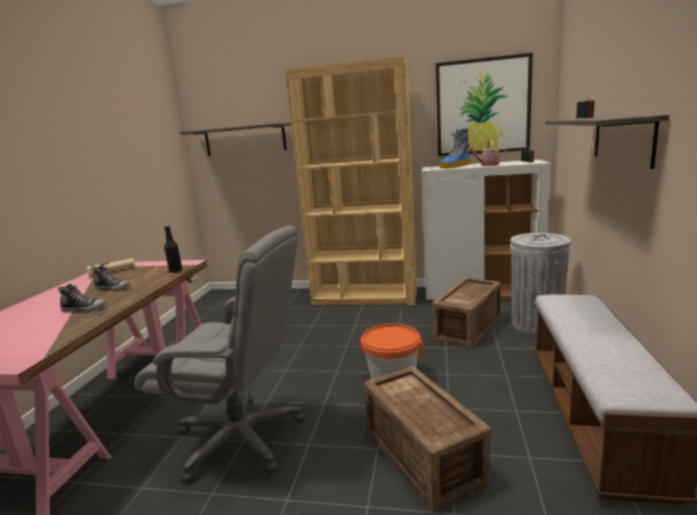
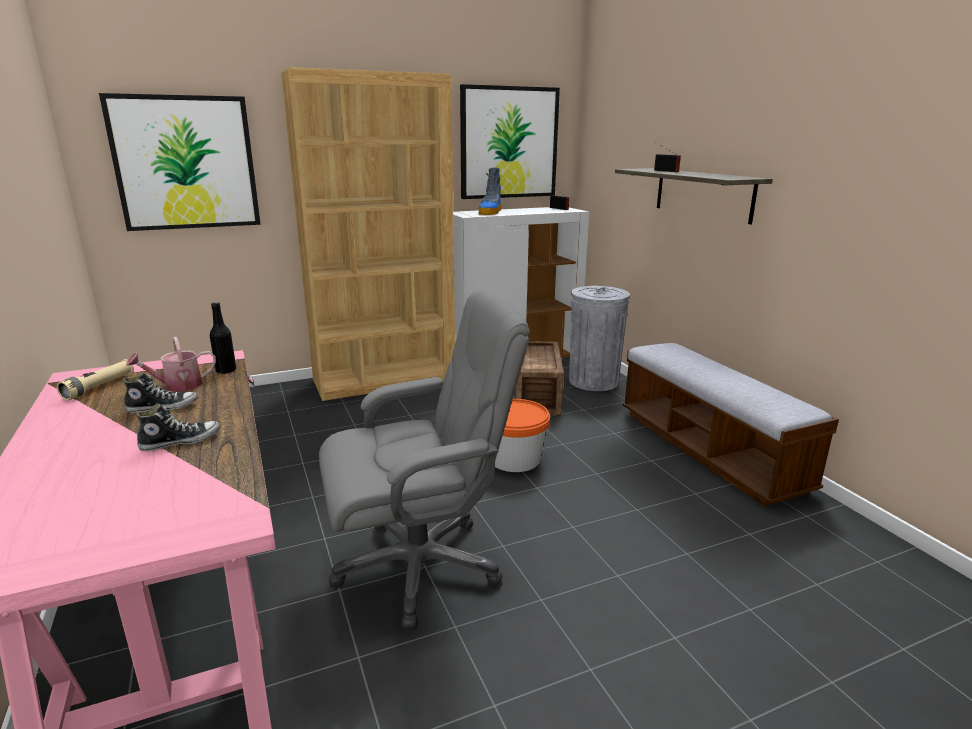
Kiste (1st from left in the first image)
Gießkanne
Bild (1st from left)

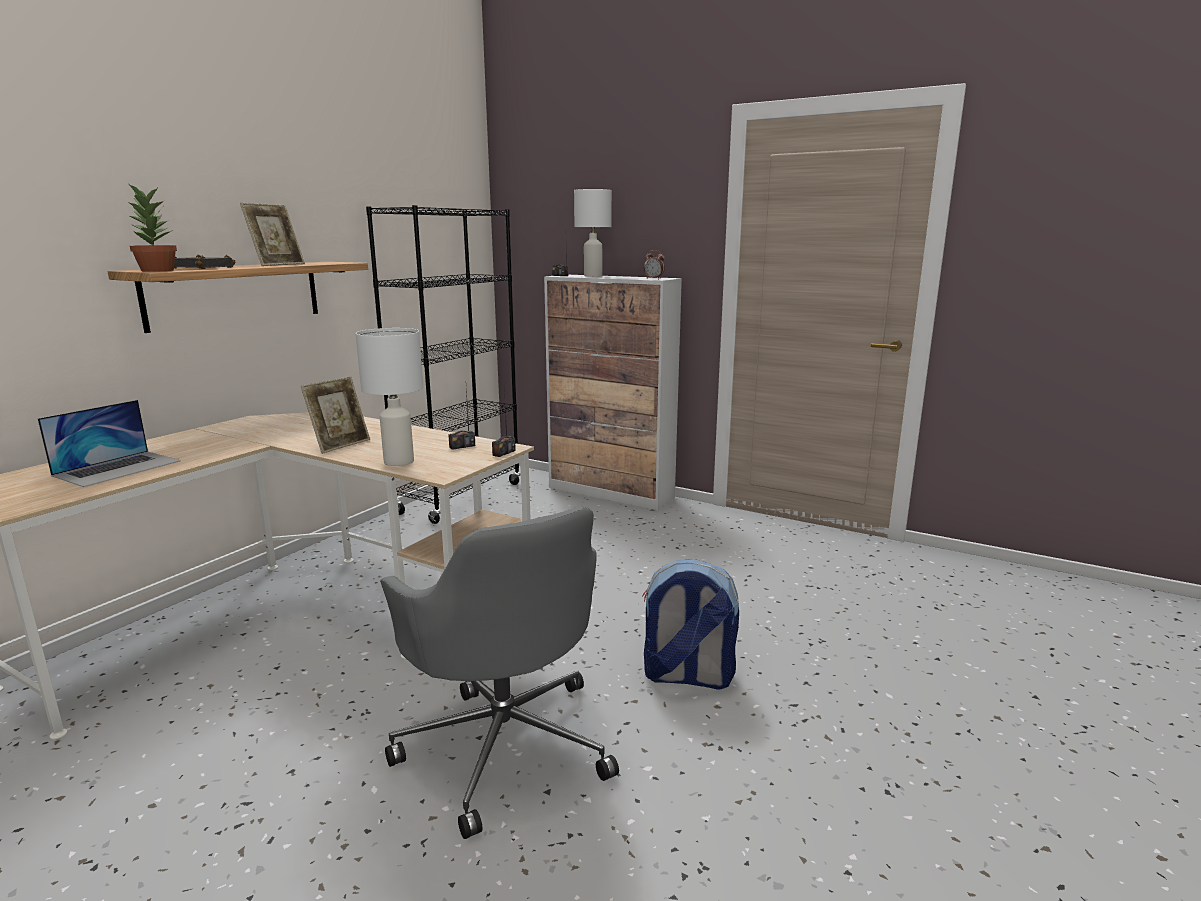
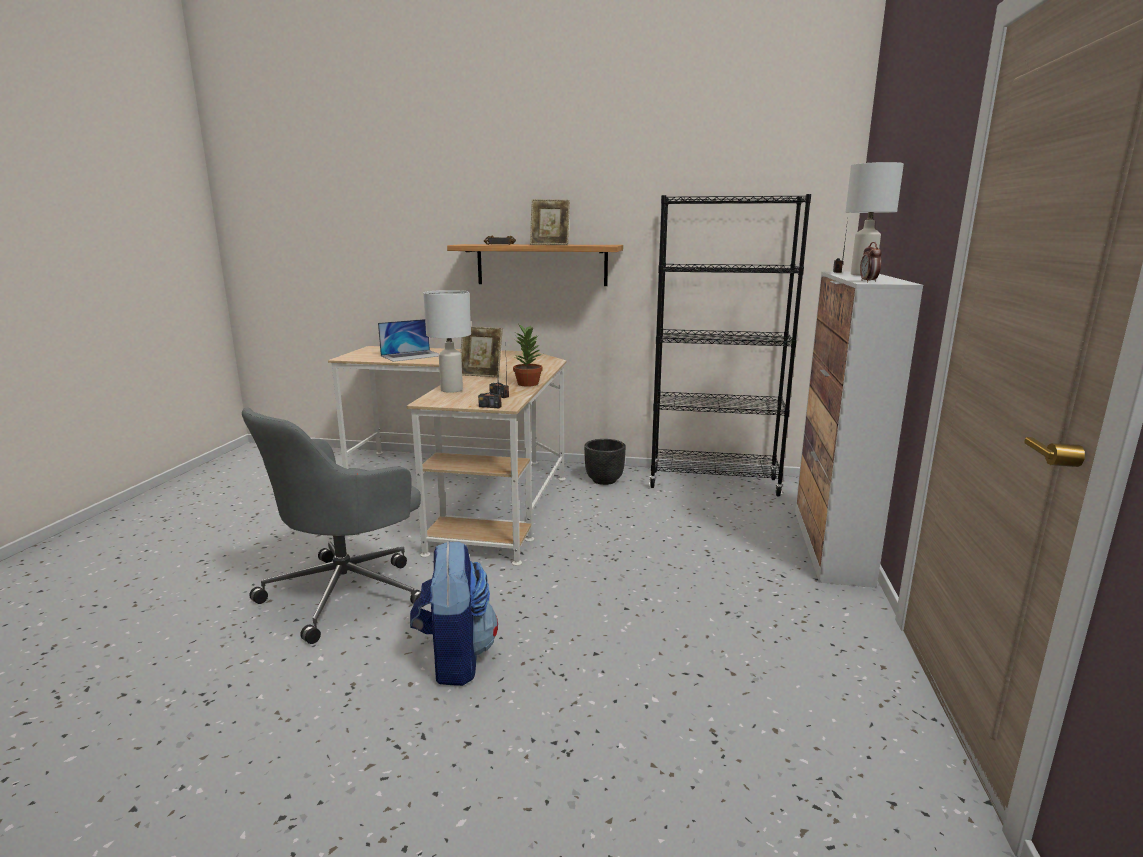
Pflanzkübel [schwarz]
Topfpflanze
Laptop

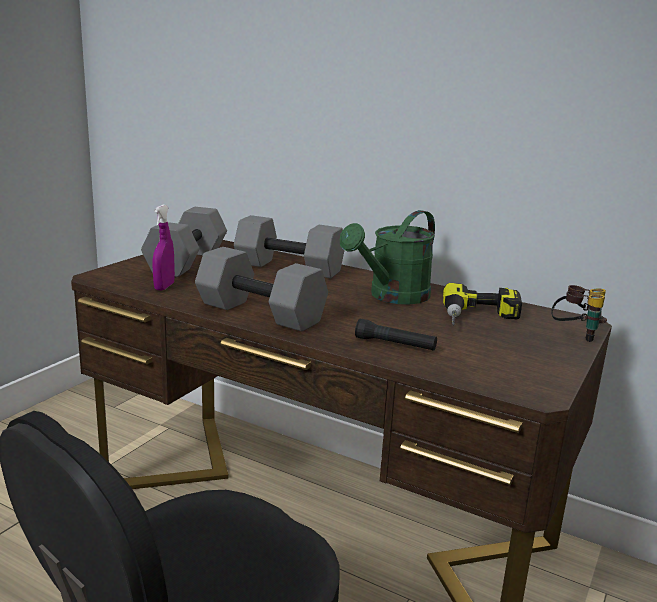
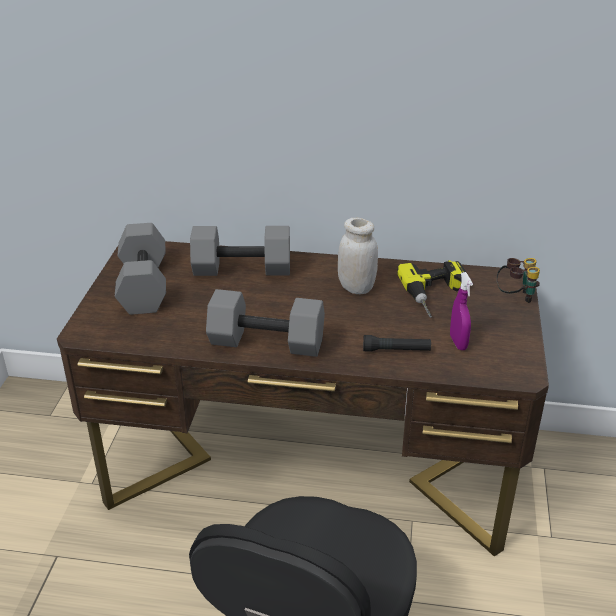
Sprühflasche [lila]
Vorratsglas [weiß]

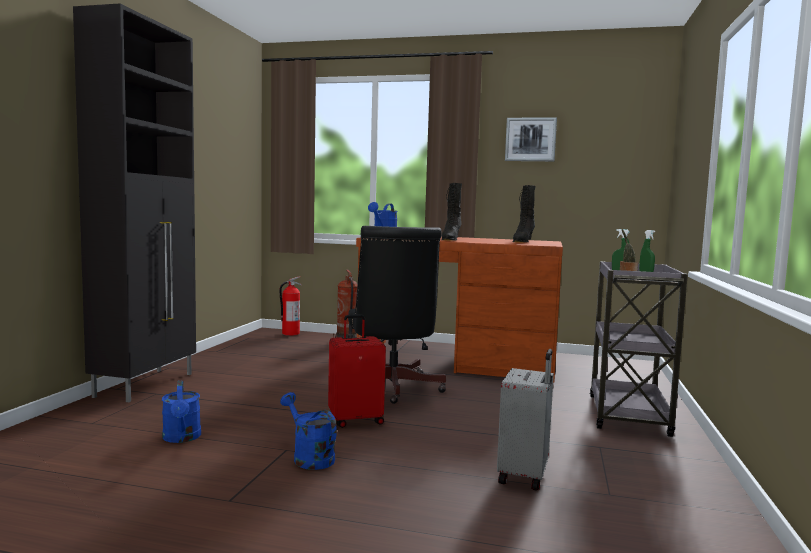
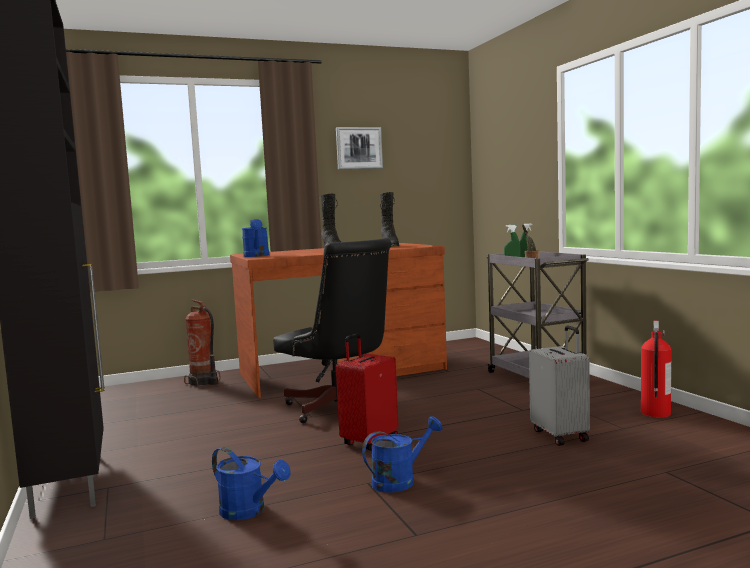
Feuerlöscher (2nd from left)
Gießkanne [blau] (3rd from left)

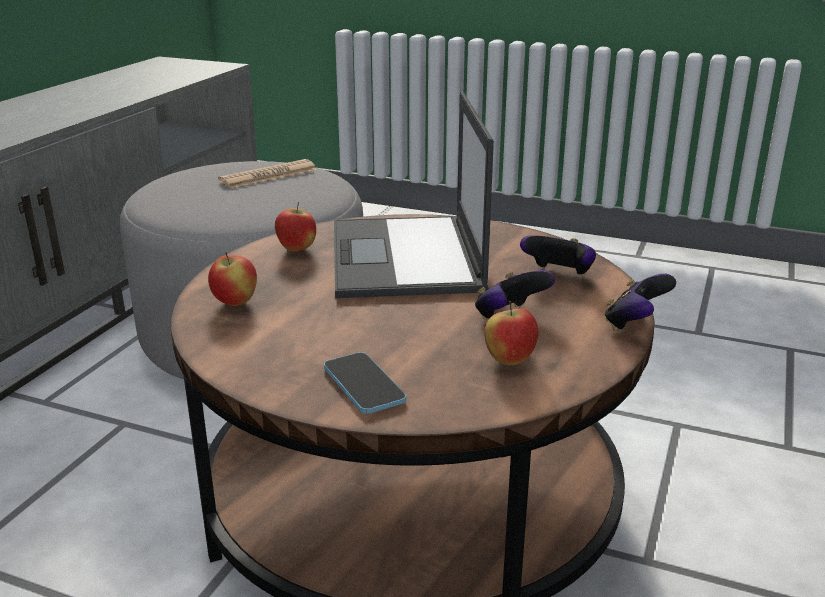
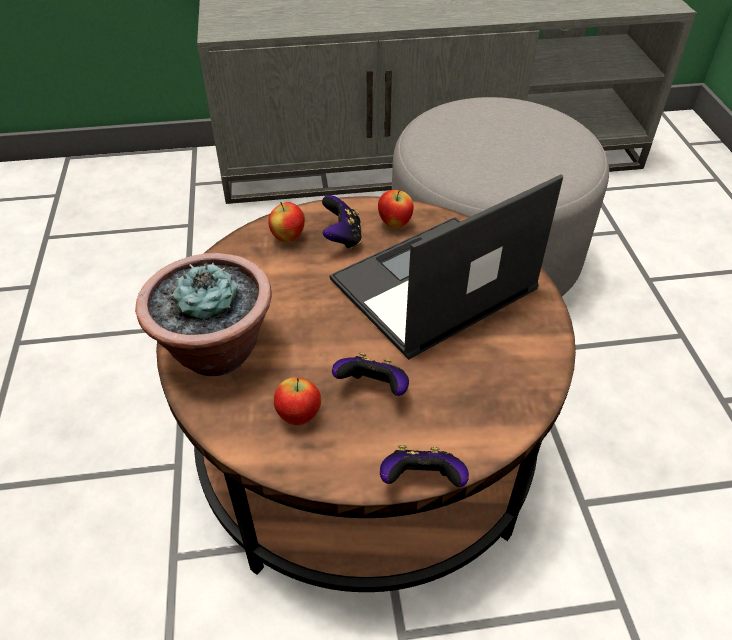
Zeitung
Gamepad (1st from left)
Topfpflanze

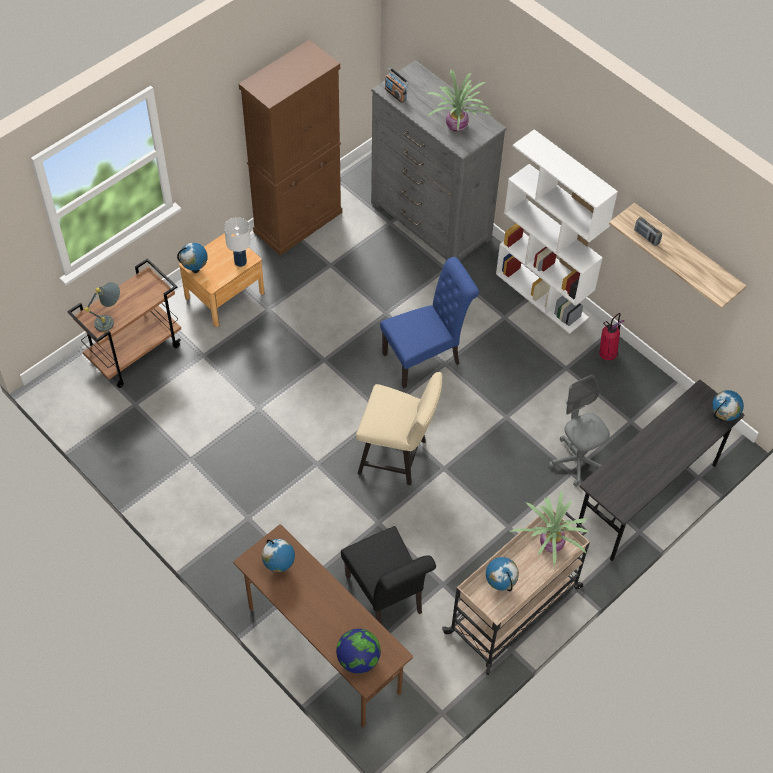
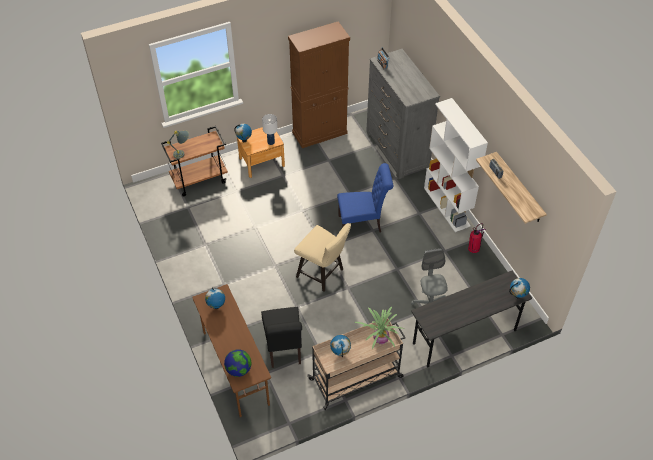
Topfpflanze (1st from left in the first image)

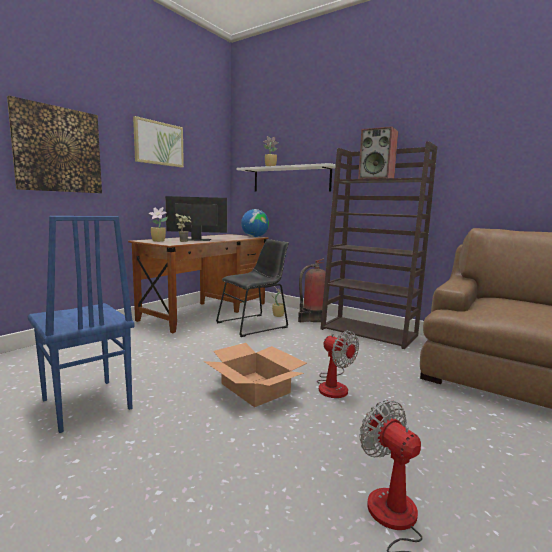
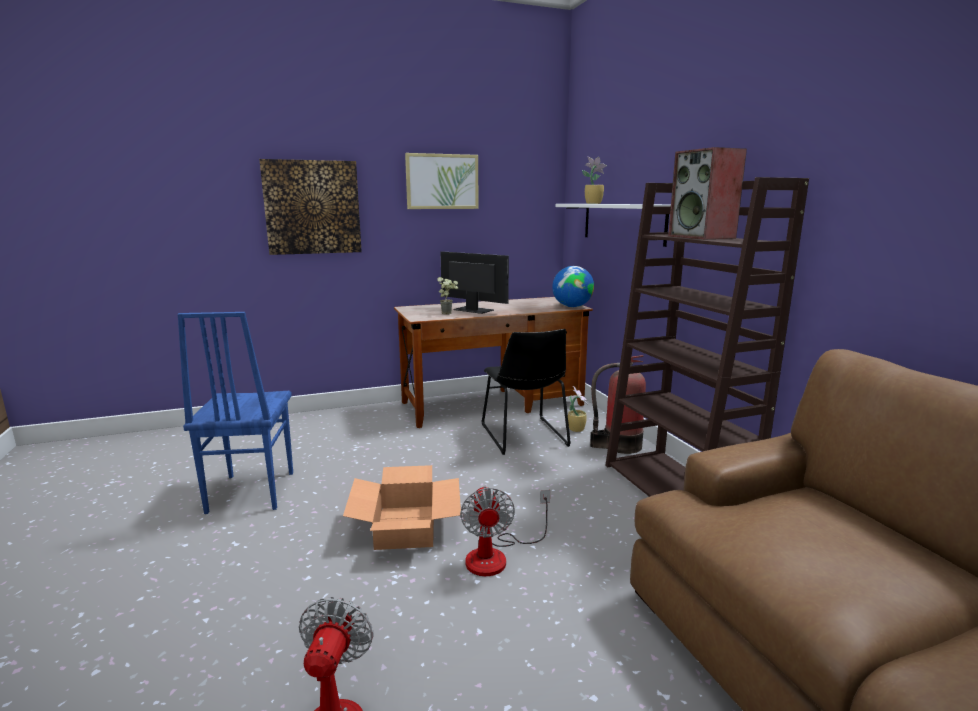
Topfpflanze (1st from left in the first image)
Stuhl [schwarz]

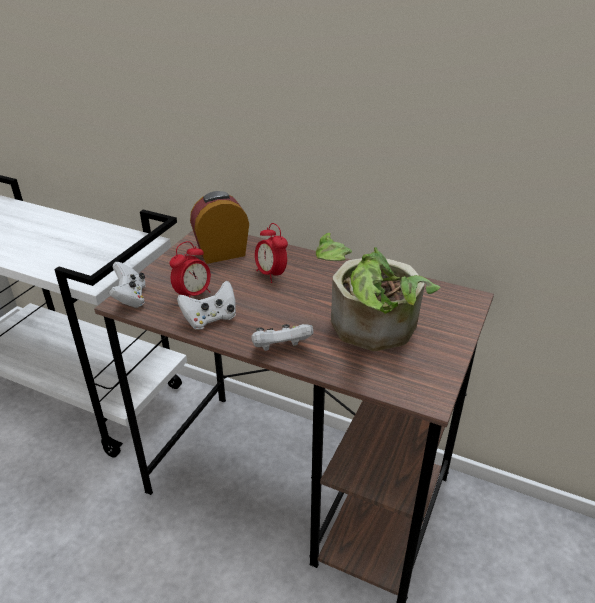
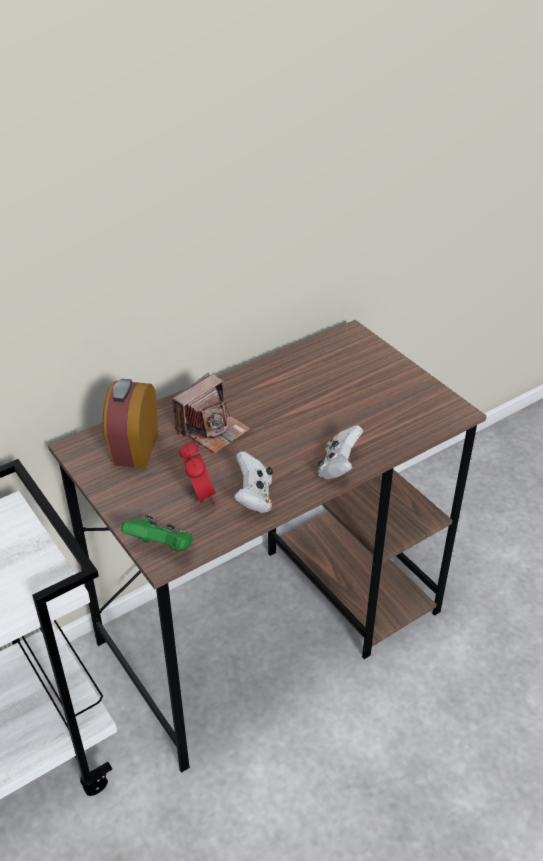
Topfpflanze
Kamera
Gamepad [grün]

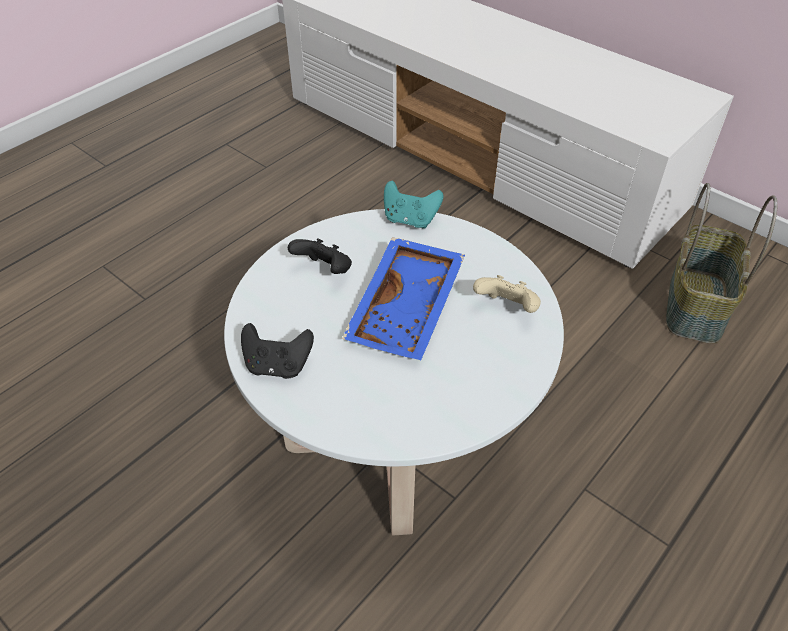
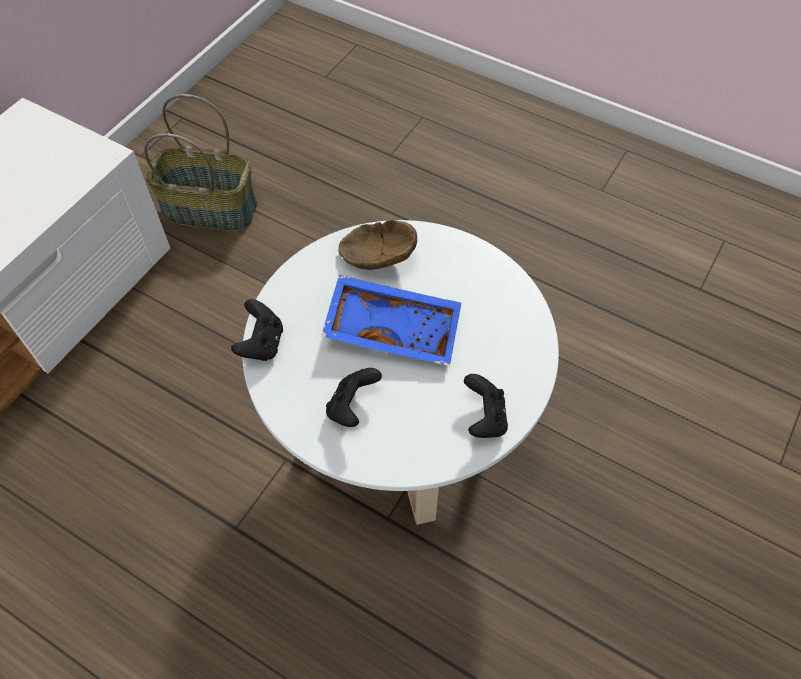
Schüssel [braun]
Gamepad [schwarz] (1st from left)

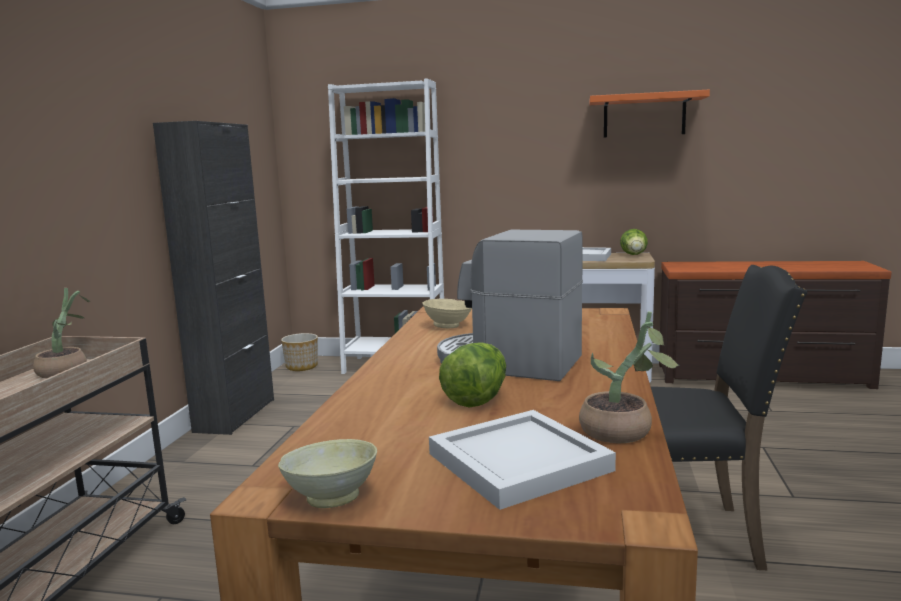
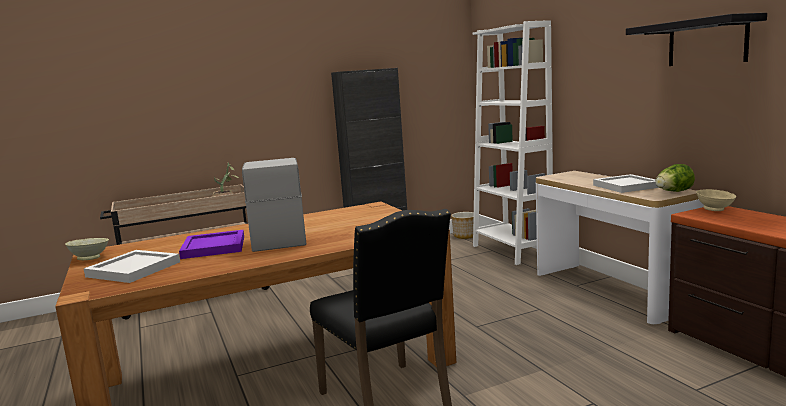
Topfpflanze (2nd from left in the first image)
Schüssel [beige] (2nd from left)
Tablett [lila]
Wandregal [schwarz]

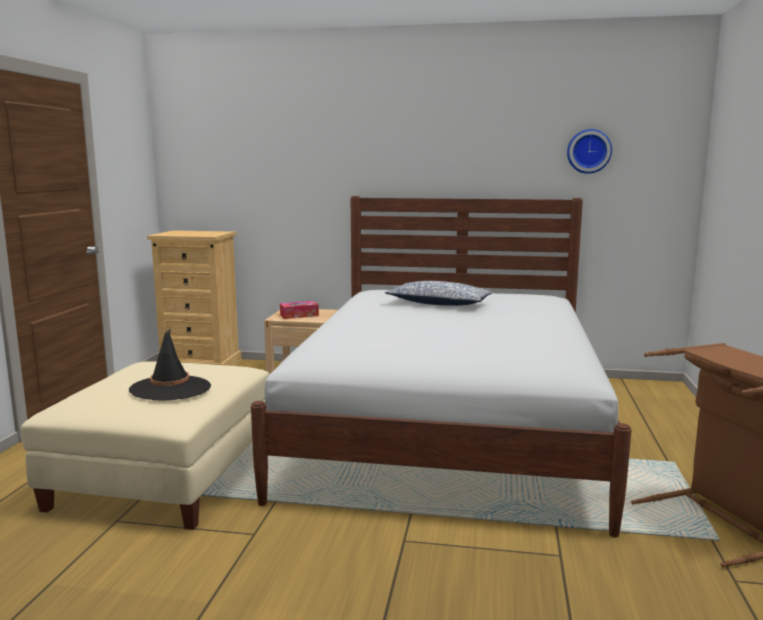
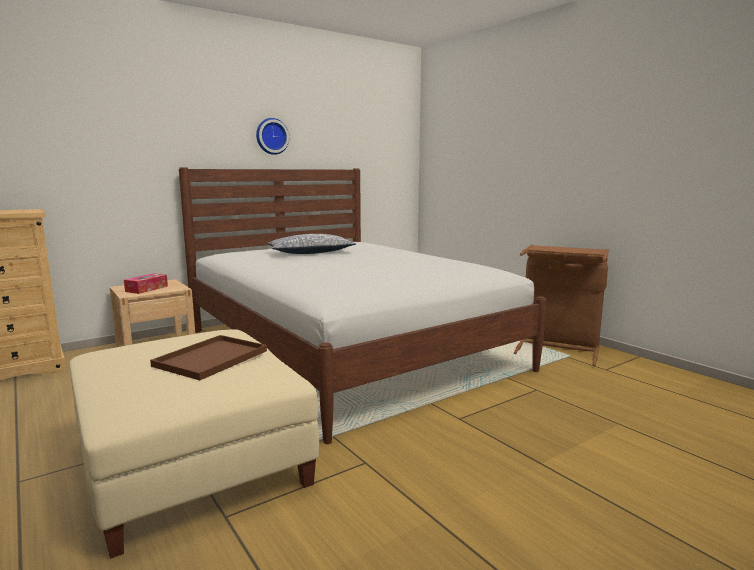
Wanduhr
Tablett [braun]

